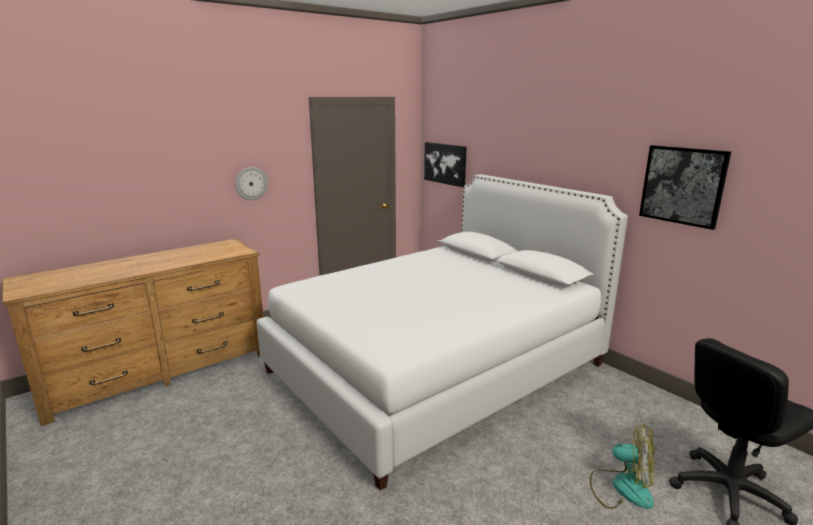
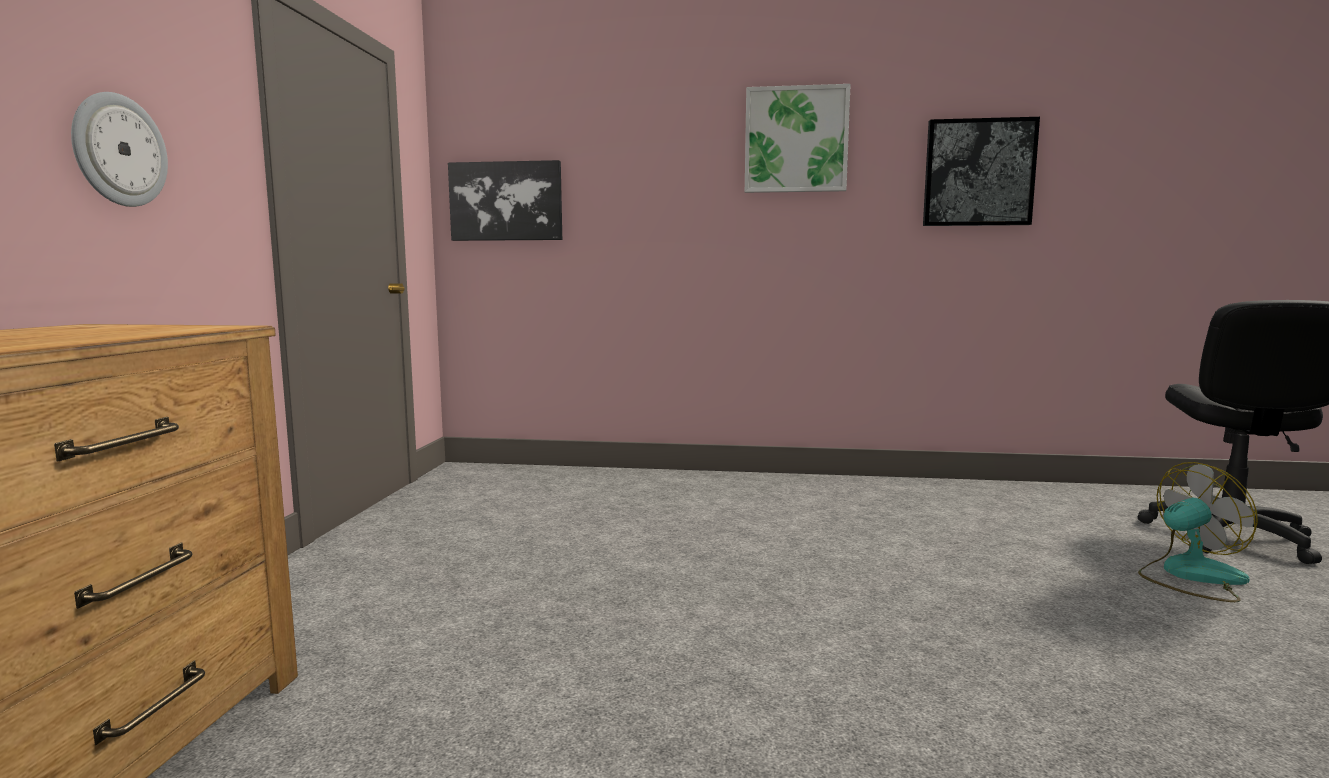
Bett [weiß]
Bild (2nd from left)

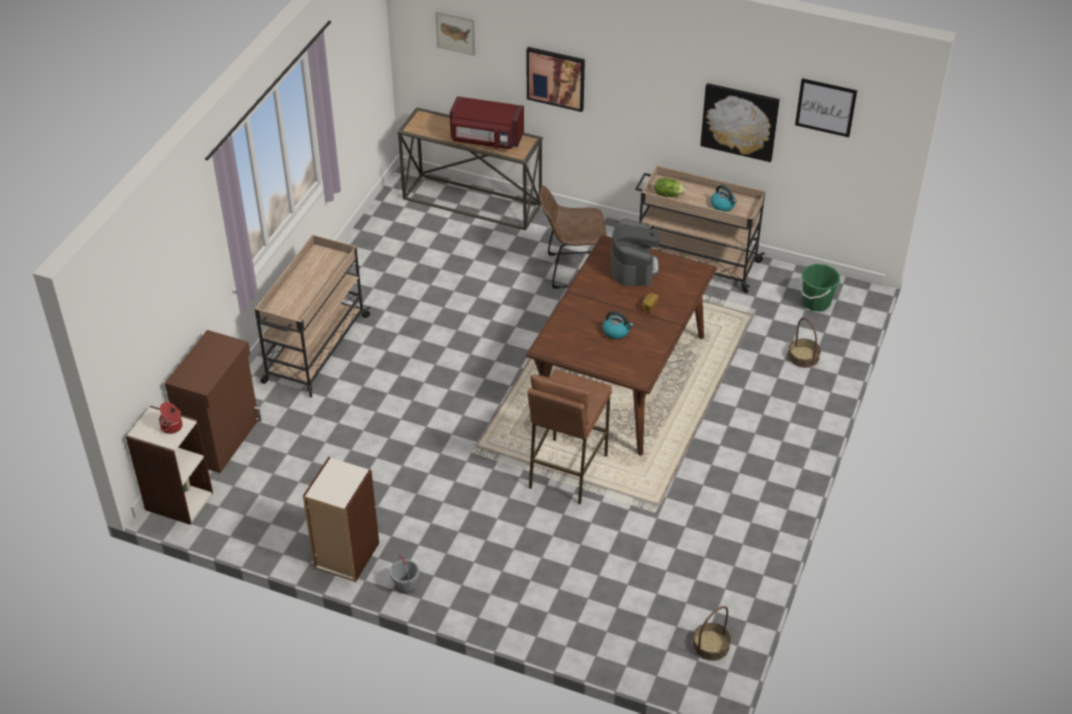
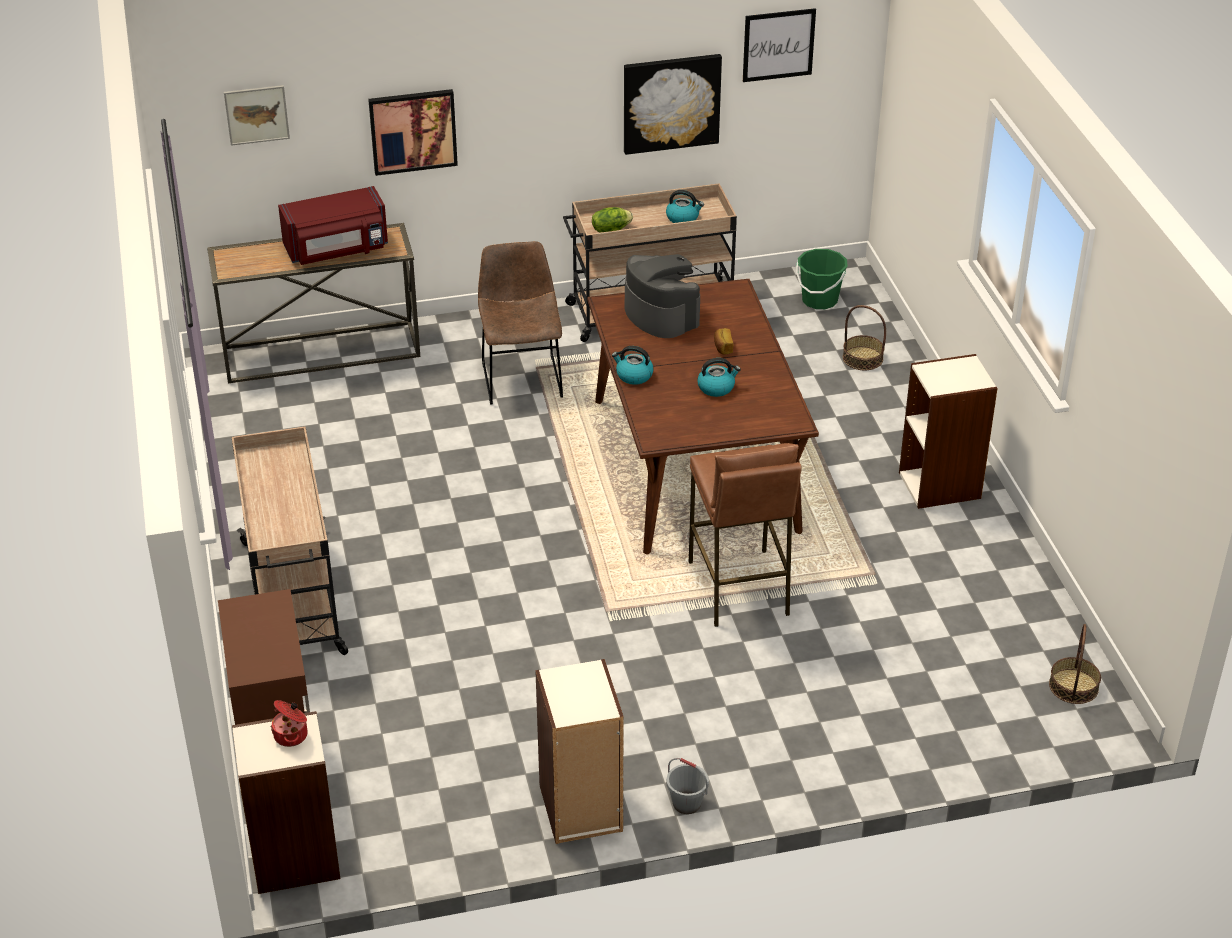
Wasserkessel (1st from left)
Bücherregal (3rd from left)
Stuhl [braun]

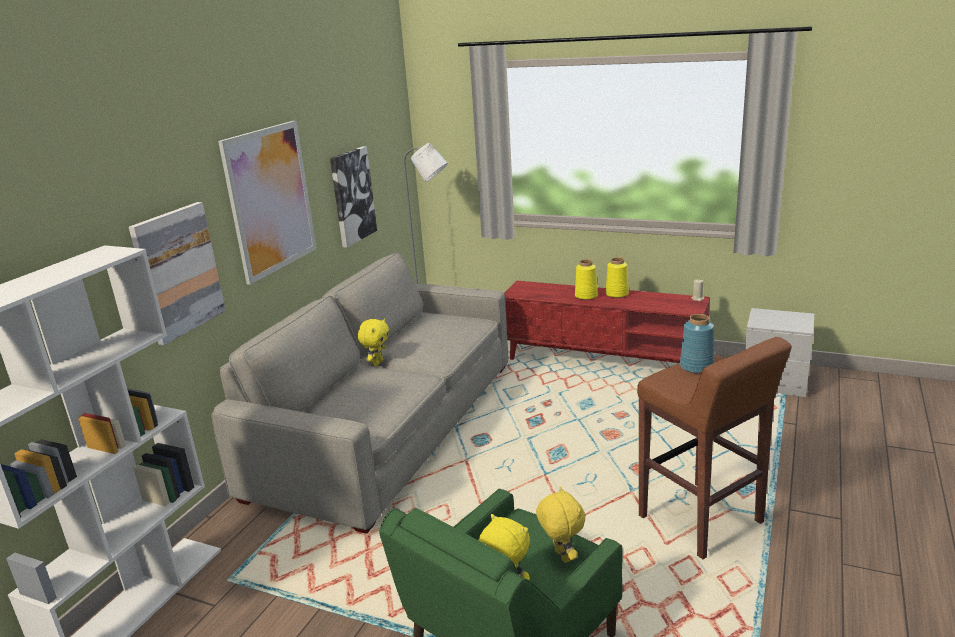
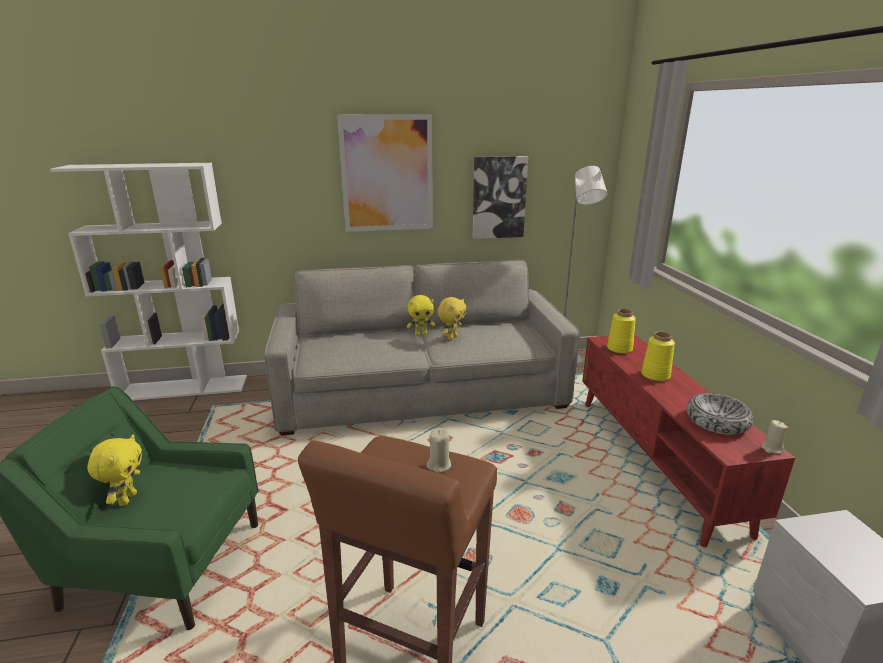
Bild (1st from left in the first image)
Schüssel
Plüschtier [gelb] (3rd from left)
Vase [gelb] (1st from left)
Kerze [beige] (1st from left)

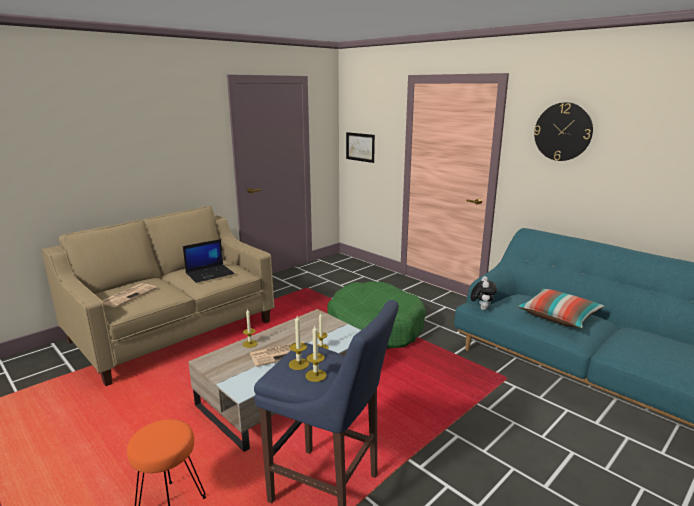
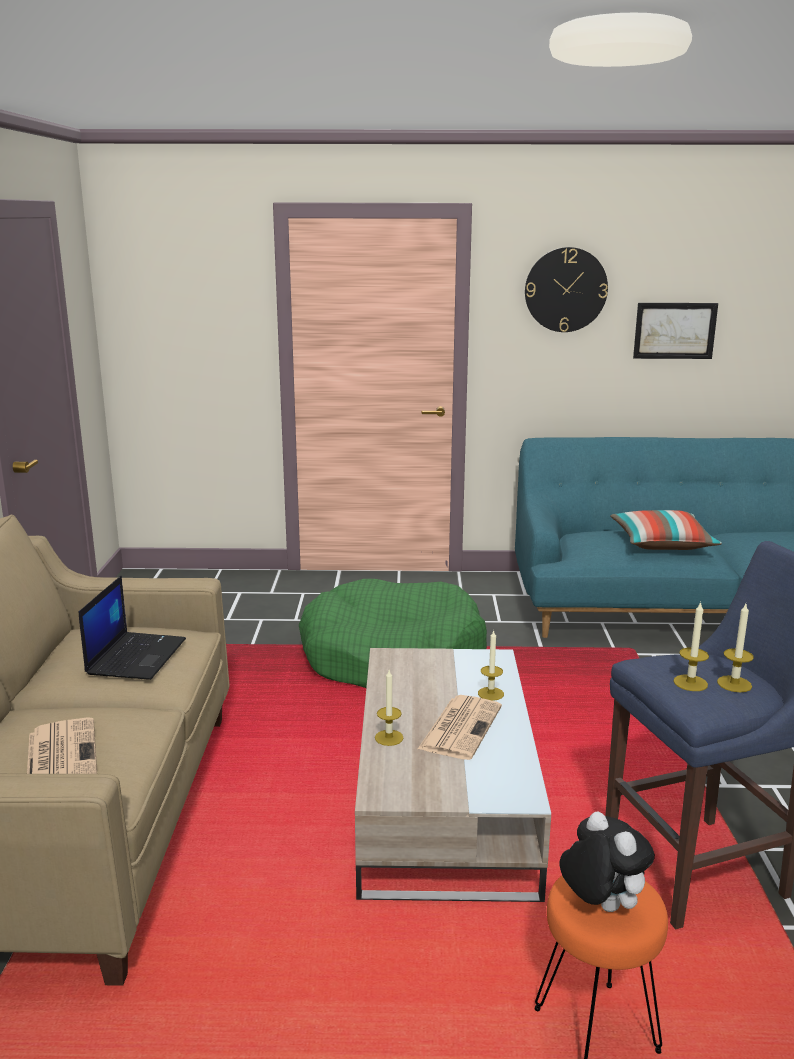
Bild
Plüschtier

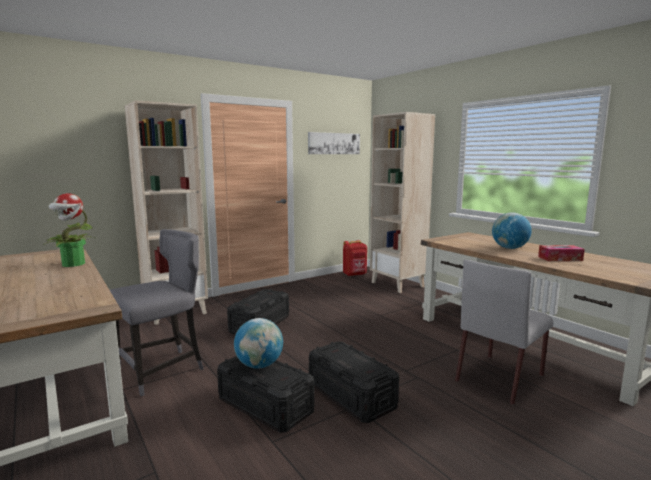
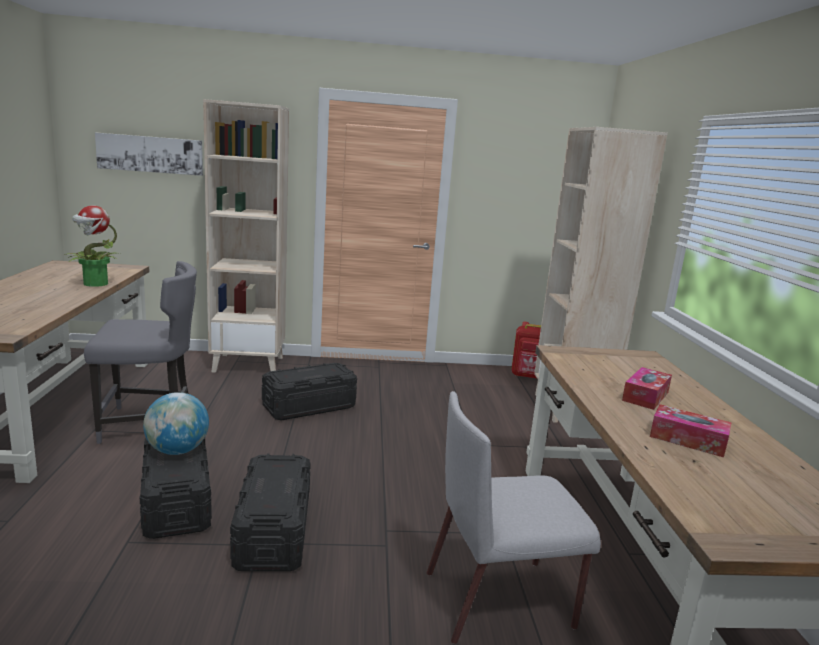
Bild
Taschentuchbox (1st from left)

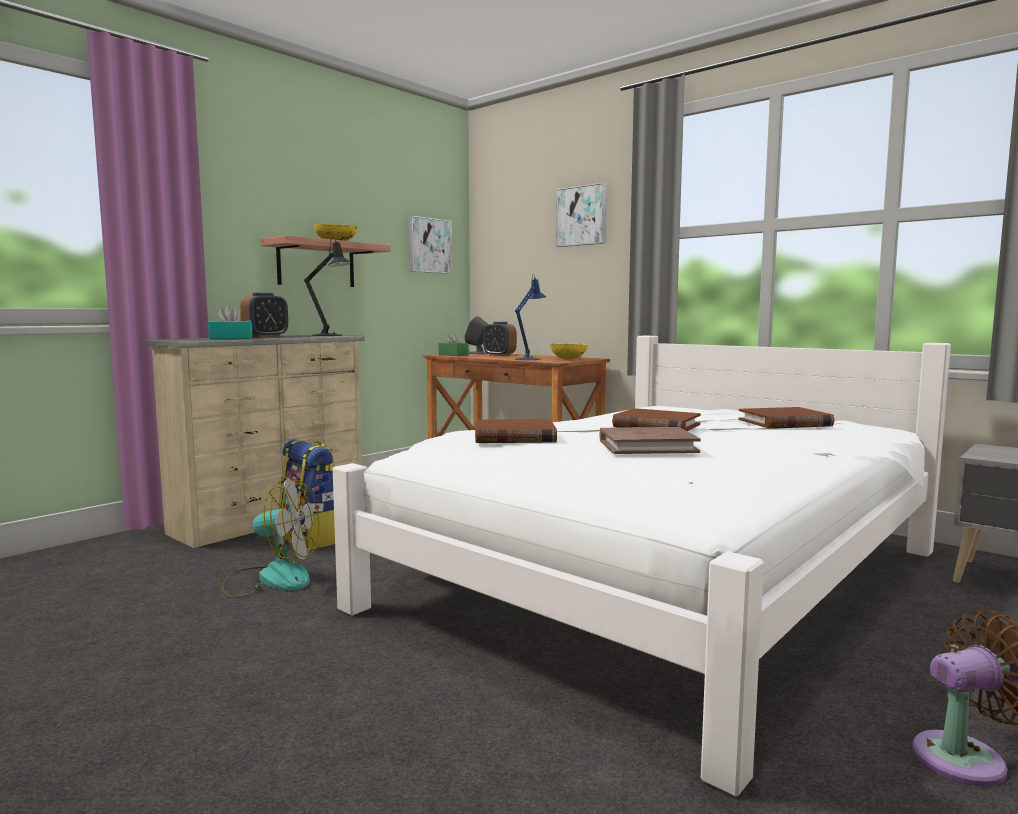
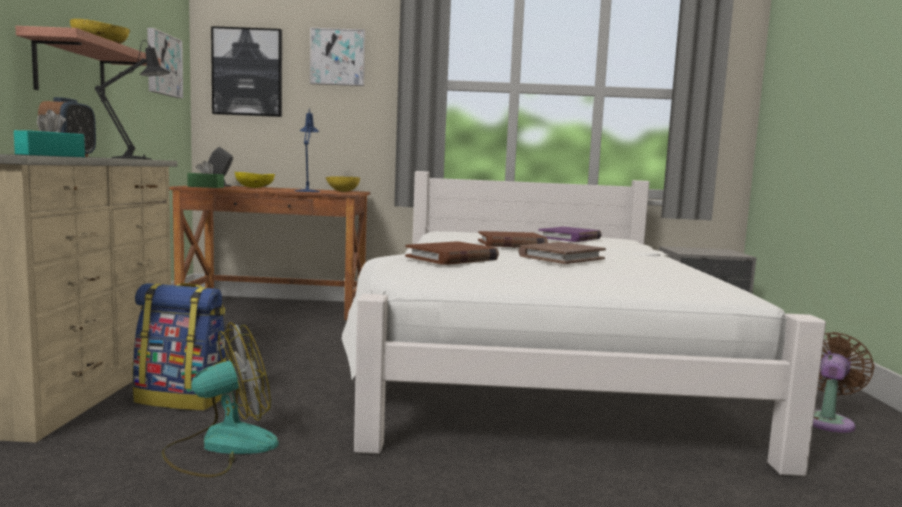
Bild (2nd from left)
Schüssel [gelb] (2nd from left)
Buch [lila]

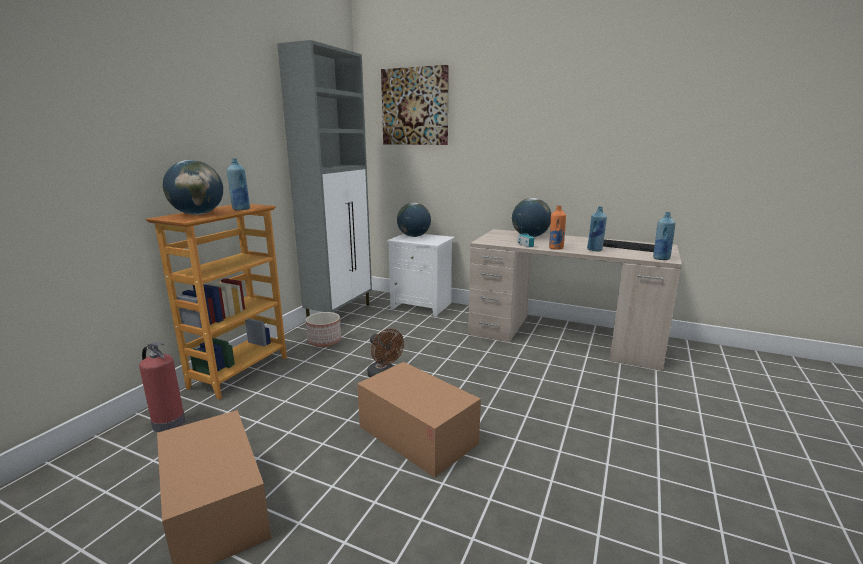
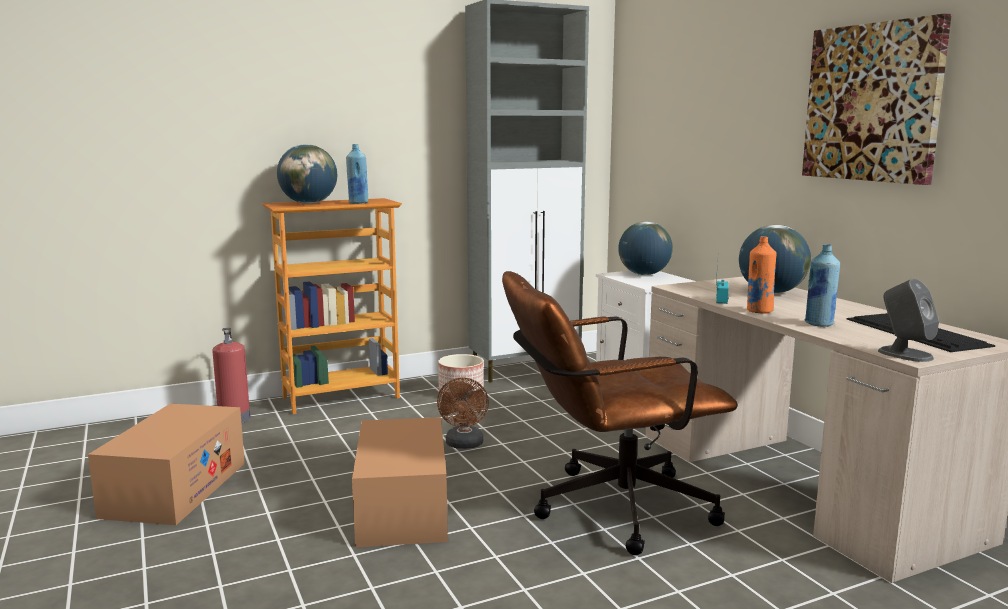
Bürostuhl [braun]
Bild
Lautsprecher [grau]

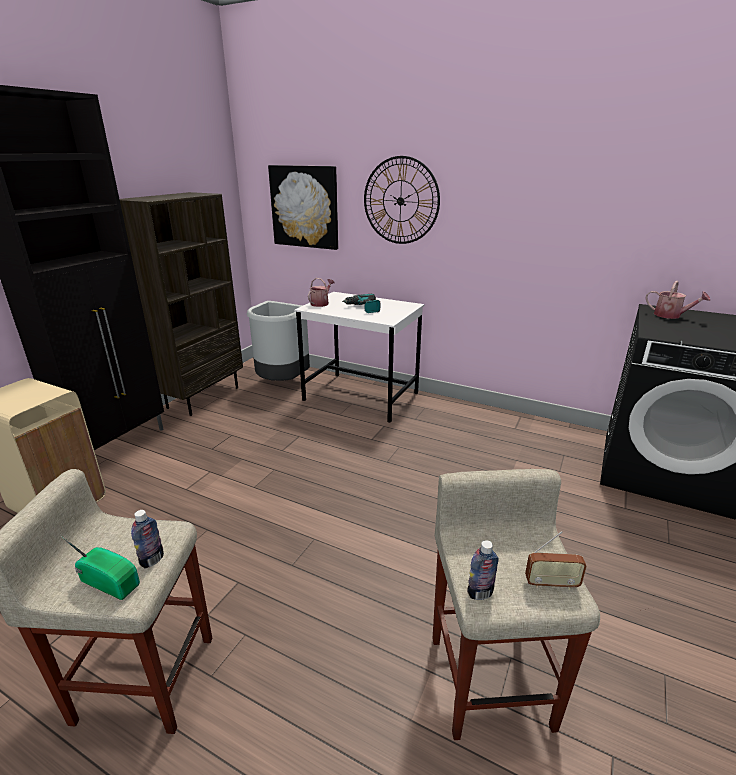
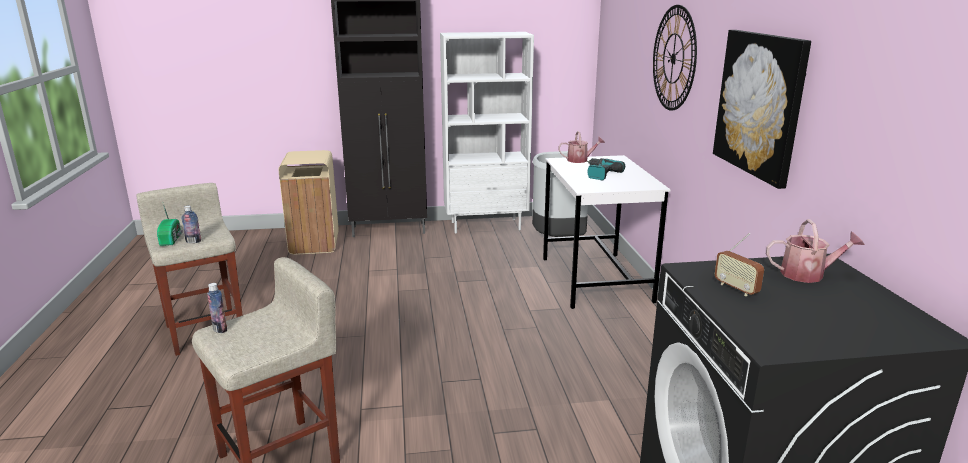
Bild
Radio (2nd from left)
Bücherregal [weiß]
Gießkanne (2nd from left)

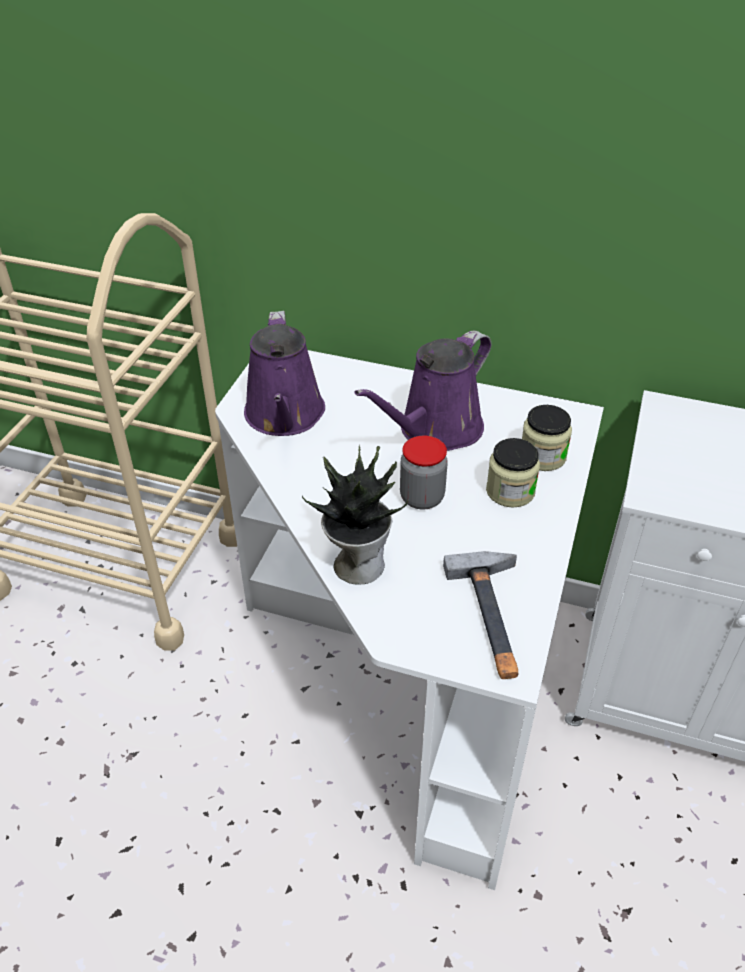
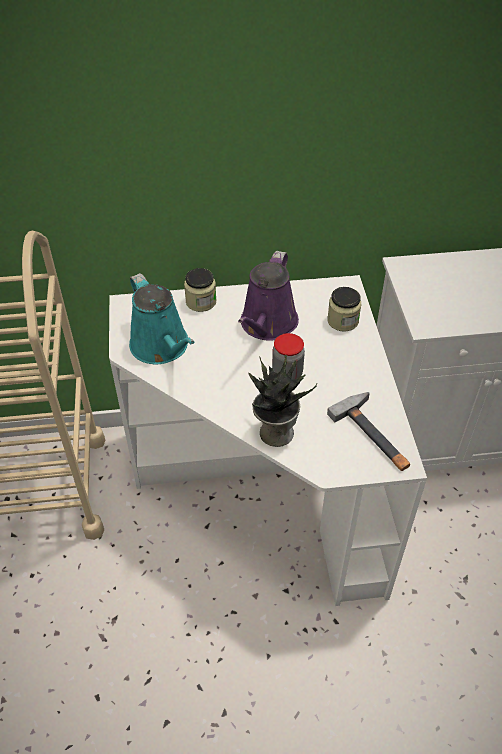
Vorratsglas (1st from left)
Gießkanne [türkis]

